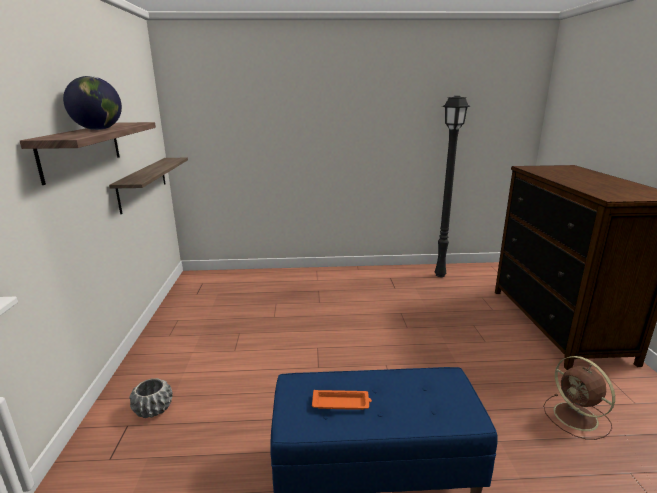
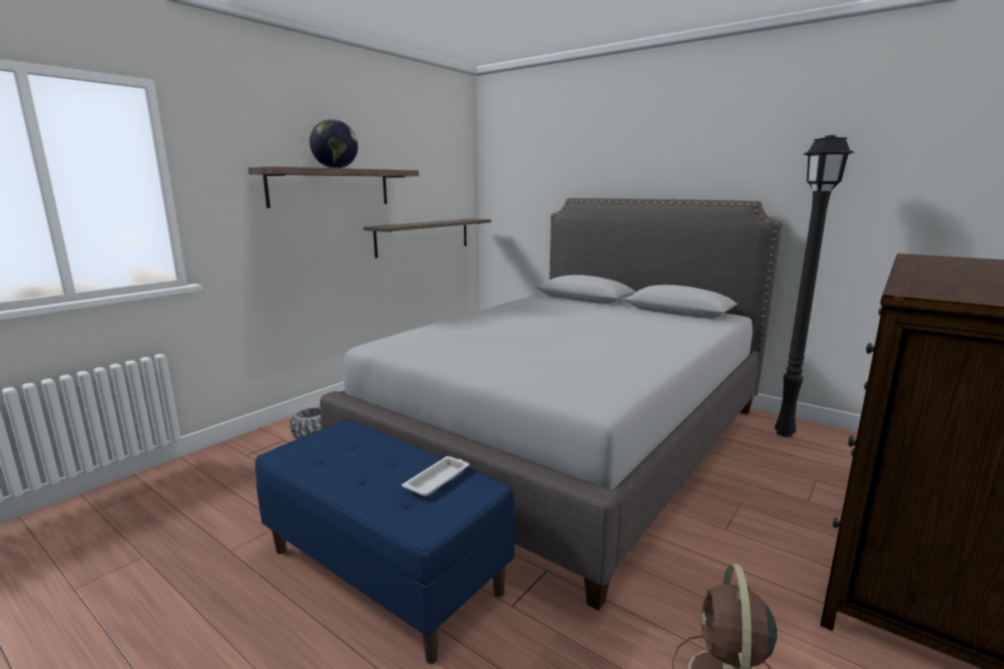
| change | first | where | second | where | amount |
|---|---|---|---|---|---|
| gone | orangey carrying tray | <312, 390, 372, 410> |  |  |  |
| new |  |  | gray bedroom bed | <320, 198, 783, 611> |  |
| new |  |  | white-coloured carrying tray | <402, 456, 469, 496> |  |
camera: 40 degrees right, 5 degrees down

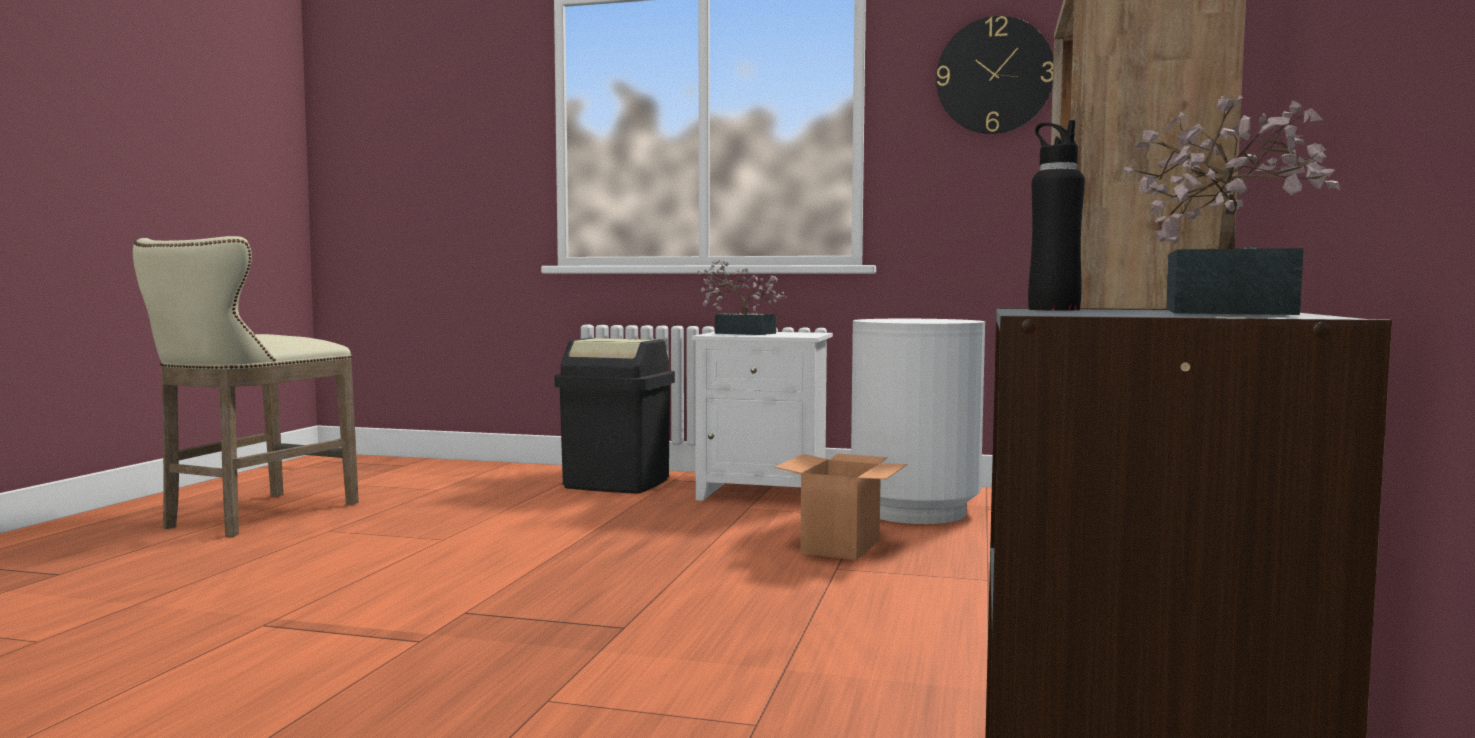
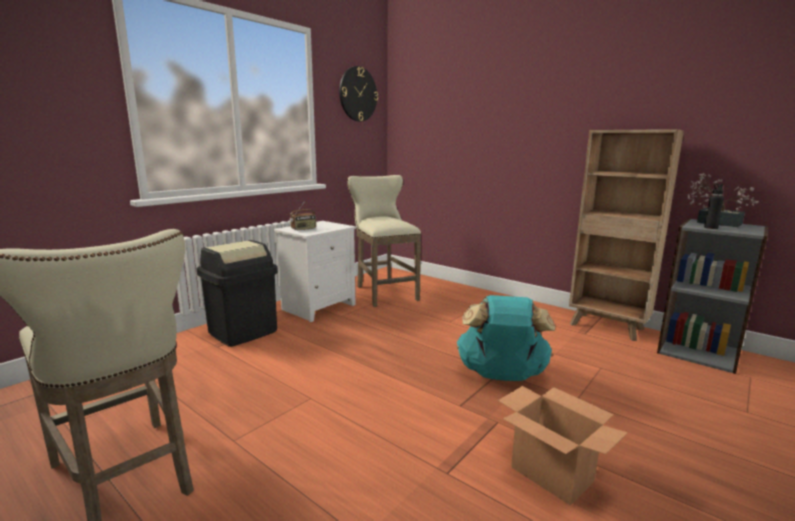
| change | first | where | second | where | amount |
|---|---|---|---|---|---|
| swapped | plant in a pot | <698, 259, 787, 335> | radio set | <290, 201, 316, 231> |  |
| shifted | packing box | <775, 454, 908, 560> |  | <498, 386, 628, 505> |  |
| swapped | white-coloured waste bin | <851, 319, 985, 524> | beige-coloured sitting stool | <347, 175, 421, 307> |  |
| new |  |  | blue-green backpack | <457, 295, 555, 381> |  |
camera: 65 degrees left, 10 degrees up

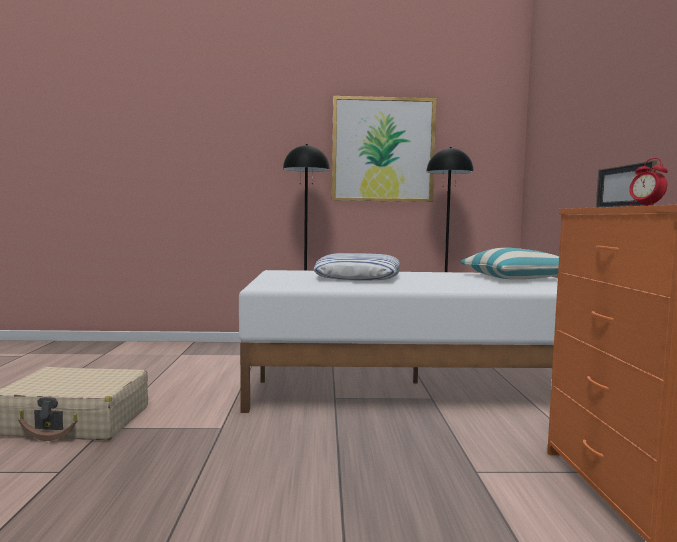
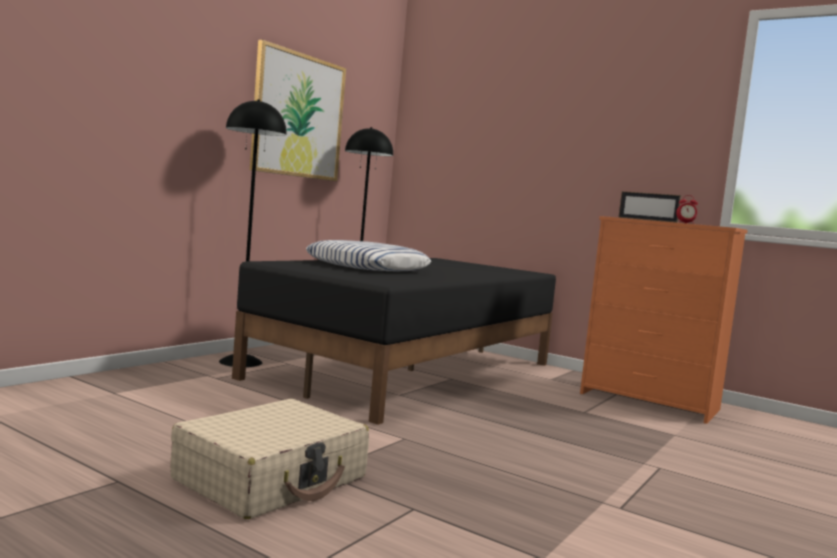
| change | first | where | second | where | amount |
|---|---|---|---|---|---|
| repainted | white-coloured bedroom bed | <239, 270, 558, 413> | black-coloured bedroom bed | <232, 258, 556, 425> |  |
| gone | throw pillow | <461, 248, 559, 279> |  |  |  |
camera: 55 degrees left, 0 degrees up

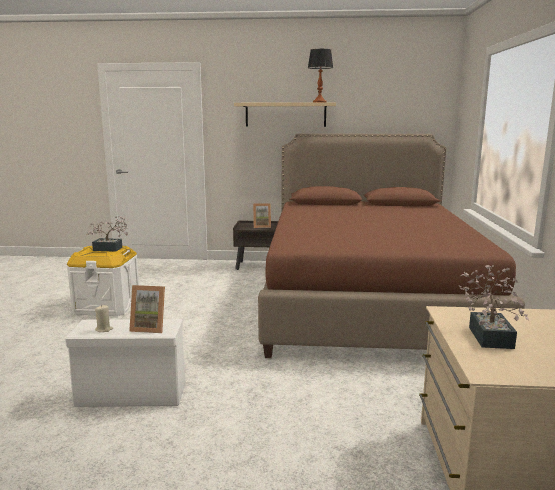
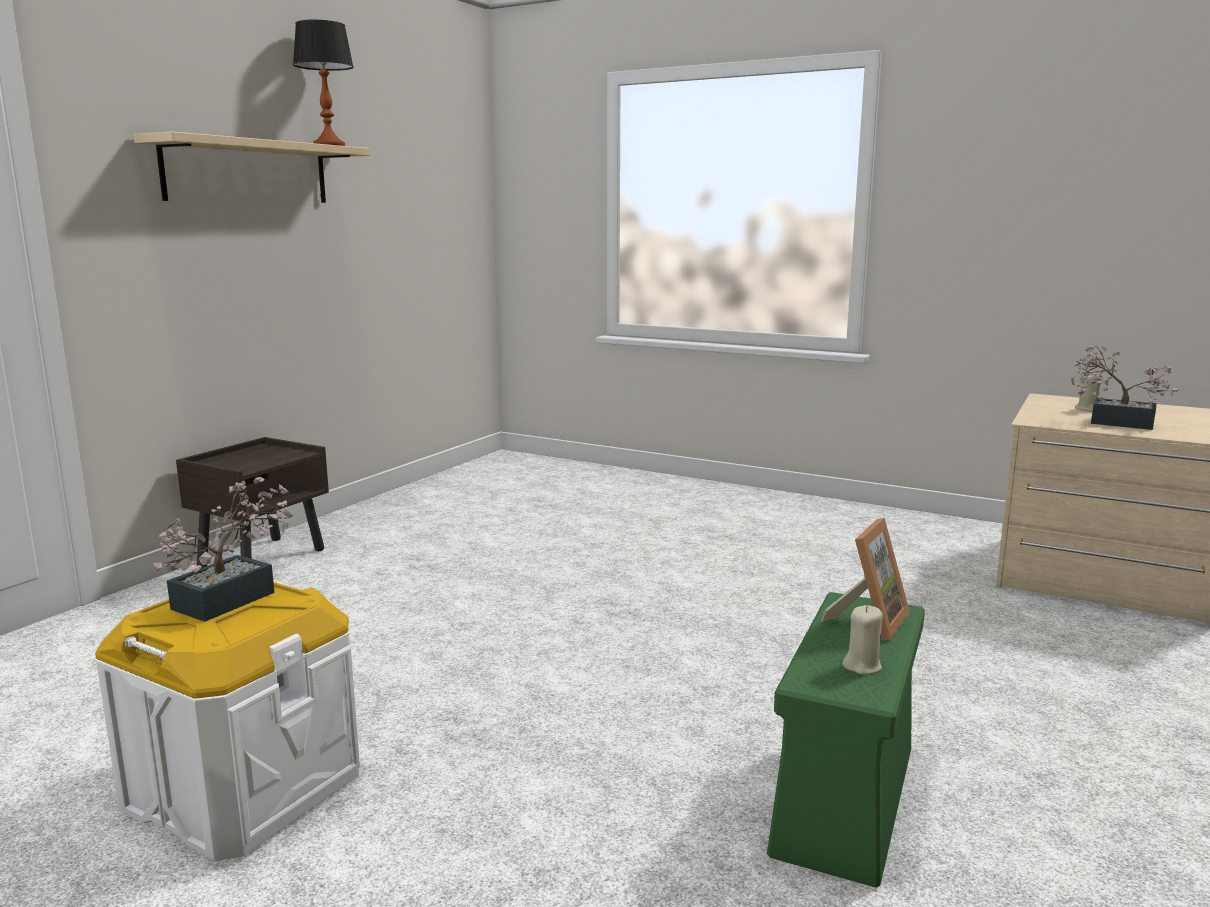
| change | first | where | second | where | amount |
|---|---|---|---|---|---|
| repainted | white-coloured storage bin | <65, 319, 186, 407> | green-coloured storage bin | <767, 592, 925, 888> |  |
| gone | photo frame | <253, 203, 271, 228> |  |  |  |
| gone | brownish bedroom bed | <258, 133, 525, 358> |  |  |  |
| new |  |  | beige-coloured candle | <1075, 373, 1102, 412> |  |
camera: 65 degrees left, 0 degrees up

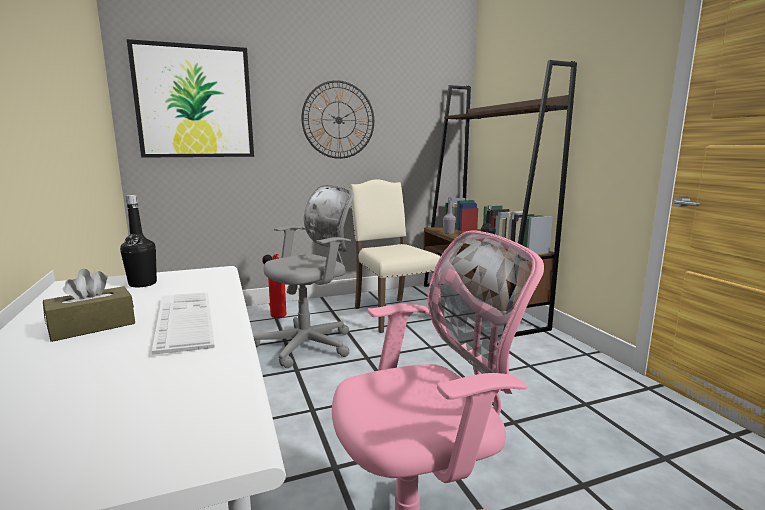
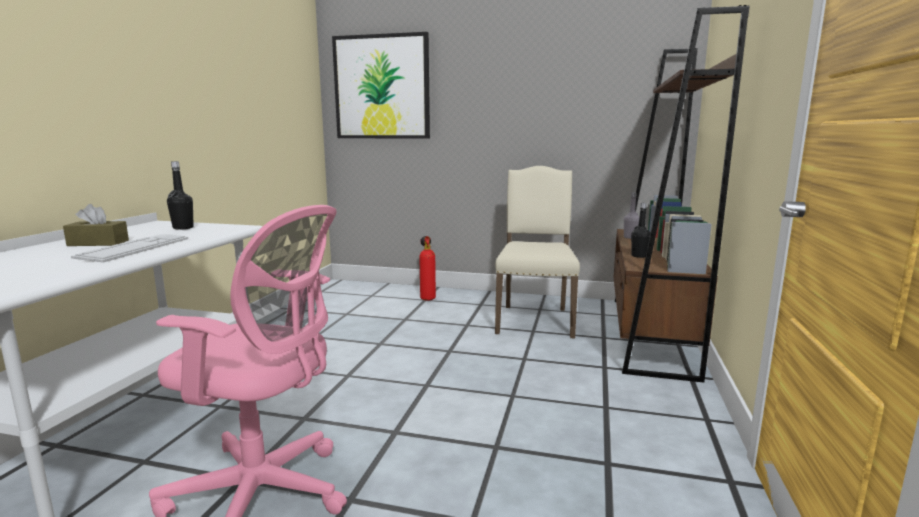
| change | first | where | second | where | amount |
|---|---|---|---|---|---|
| gone | gray computer chair | <253, 185, 354, 368> |  |  |  |
| gone | wall clock | <301, 80, 374, 159> |  |  |  |
camera: 35 degrees right, 0 degrees up

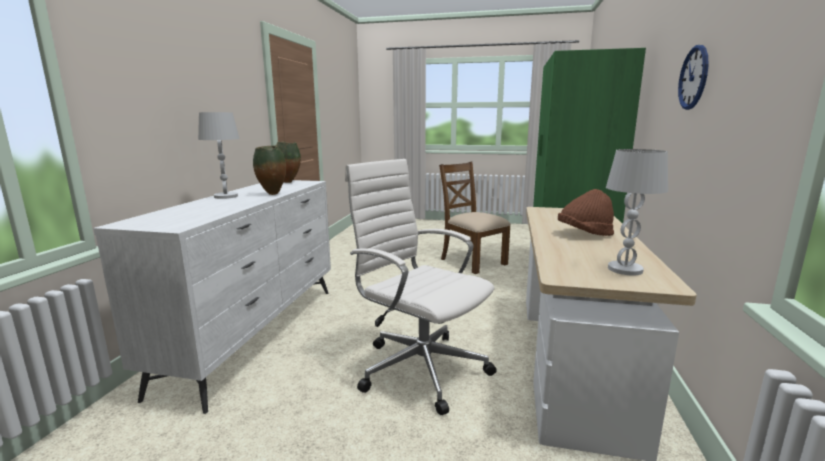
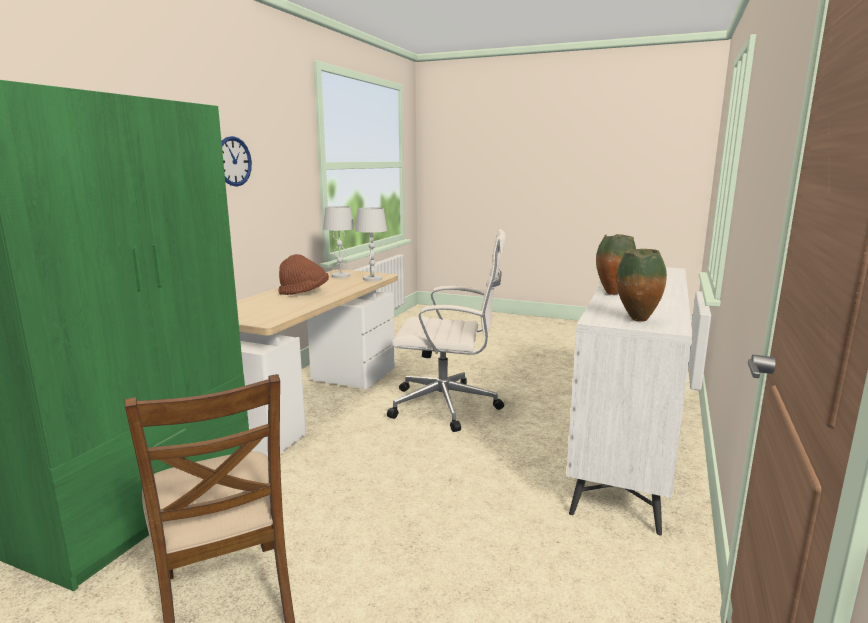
| change | first | where | second | where | amount |
|---|---|---|---|---|---|
| shifted | white-coloured lamp for a table | <198, 112, 240, 199> |  | <355, 207, 387, 281> |  |
| rotated | white-coloured computer chair | <345, 159, 497, 415> |  | <387, 229, 505, 432> | 45 degrees counterclockwise |
camera: 170 degrees left, 0 degrees up

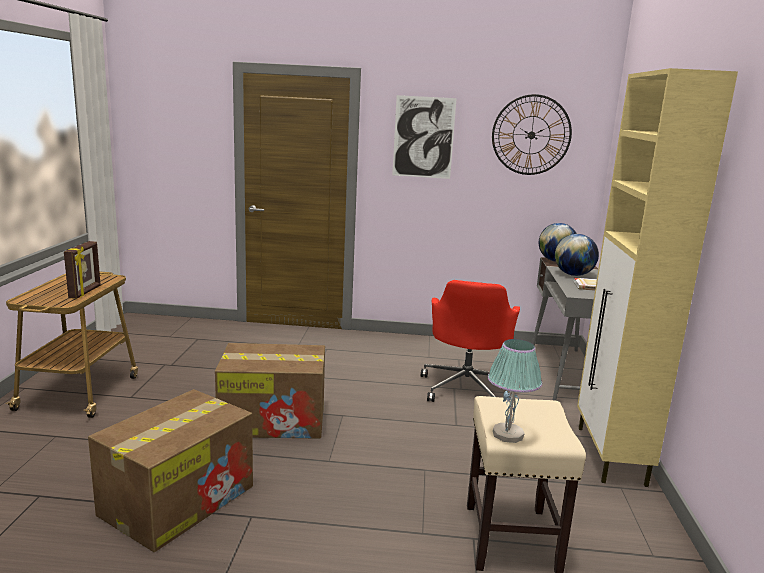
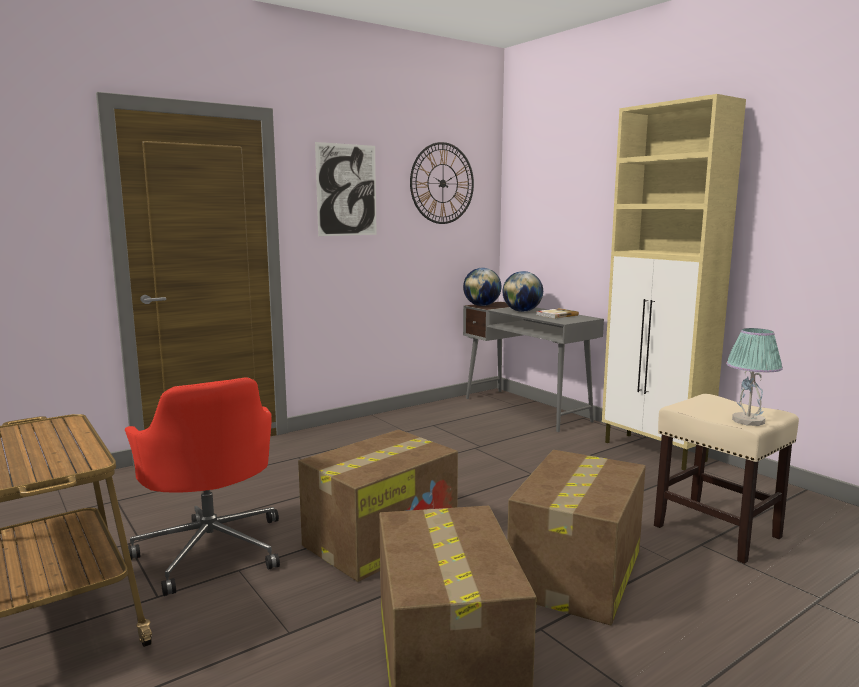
| change | first | where | second | where | amount |
|---|---|---|---|---|---|
| gone | photo frame | <64, 241, 101, 299> |  |  |  |
| shifted | reddish computer chair | <421, 280, 520, 402> |  | <125, 377, 280, 596> |  |
| new |  |  | packing box | <507, 450, 646, 625> |  |
camera: 40 degrees left, 5 degrees down

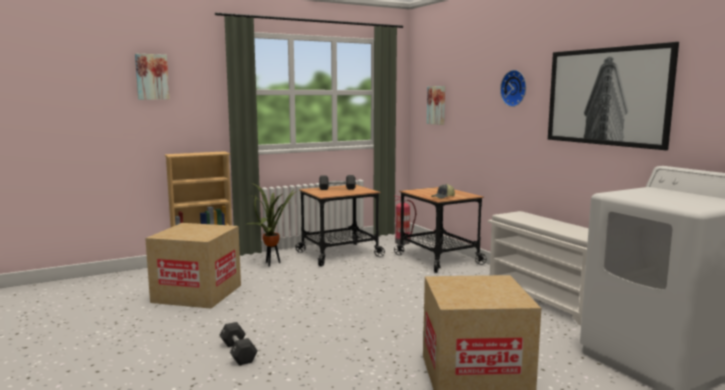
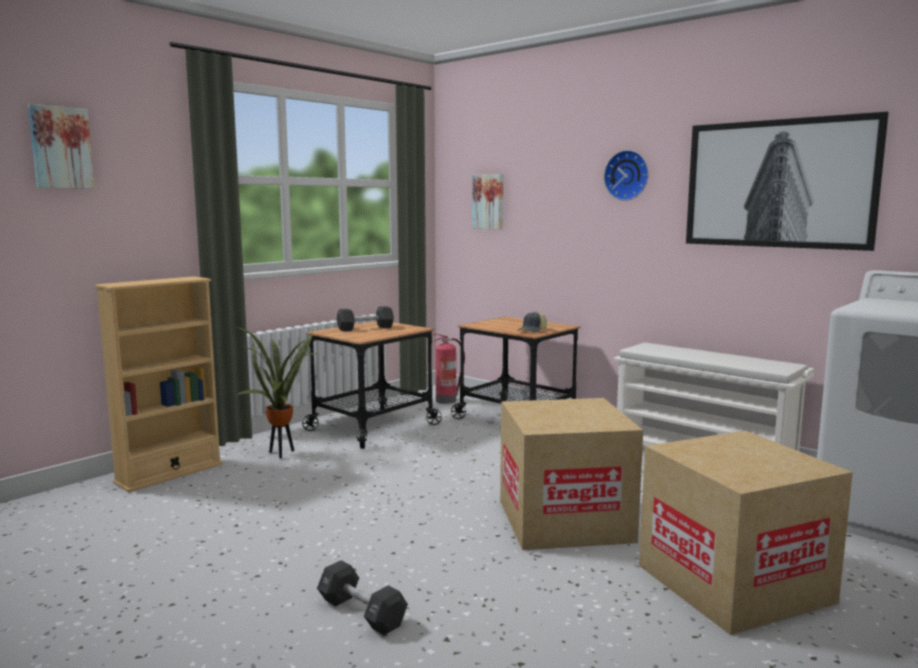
| change | first | where | second | where | amount |
|---|---|---|---|---|---|
| shifted | packing box | <145, 223, 241, 309> |  | <500, 398, 643, 550> |  |
camera: 20 degrees left, 0 degrees up

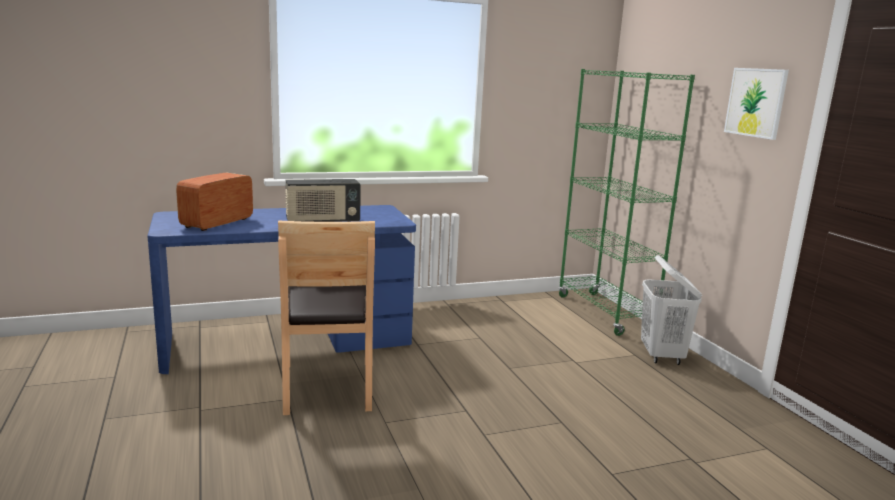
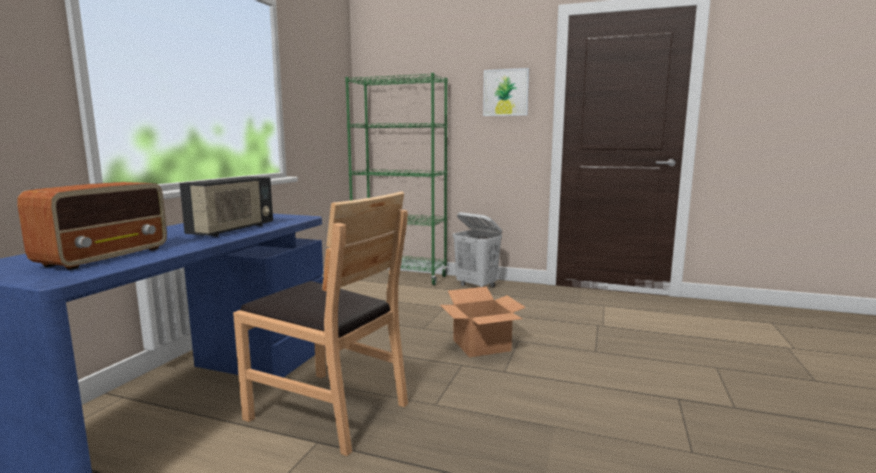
| change | first | where | second | where | amount |
|---|---|---|---|---|---|
| rotated | radio set | <176, 173, 253, 231> |  | <17, 182, 167, 270> | 135 degrees counterclockwise |
| new |  |  | packing box | <440, 287, 526, 357> |  |
camera: 50 degrees left, 5 degrees down

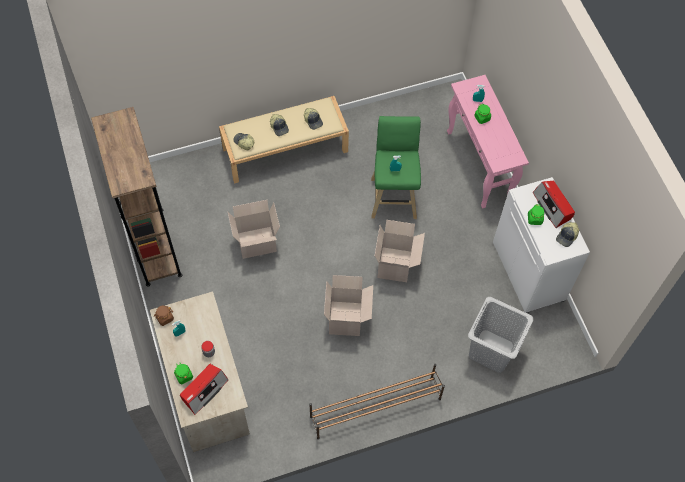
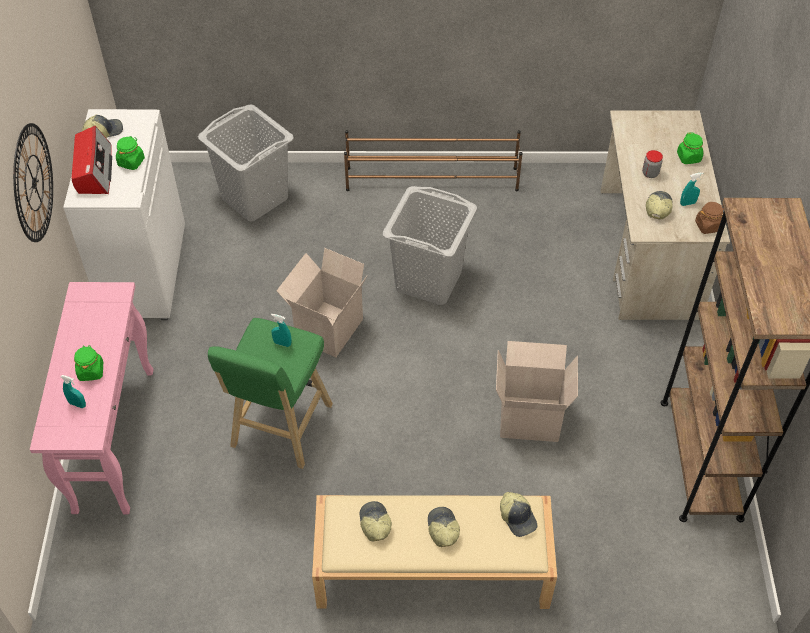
| change | first | where | second | where | amount |
|---|---|---|---|---|---|
| gone | radio set | <180, 364, 229, 415> |  |  |  |
| swapped | packing box | <324, 275, 373, 336> | gray washing basket | <383, 186, 477, 305> |  |
| new |  |  | wall clock | <13, 123, 53, 242> |  |
| new |  |  | cap | <646, 191, 673, 220> |  |
camera: 160 degrees left, 10 degrees down

